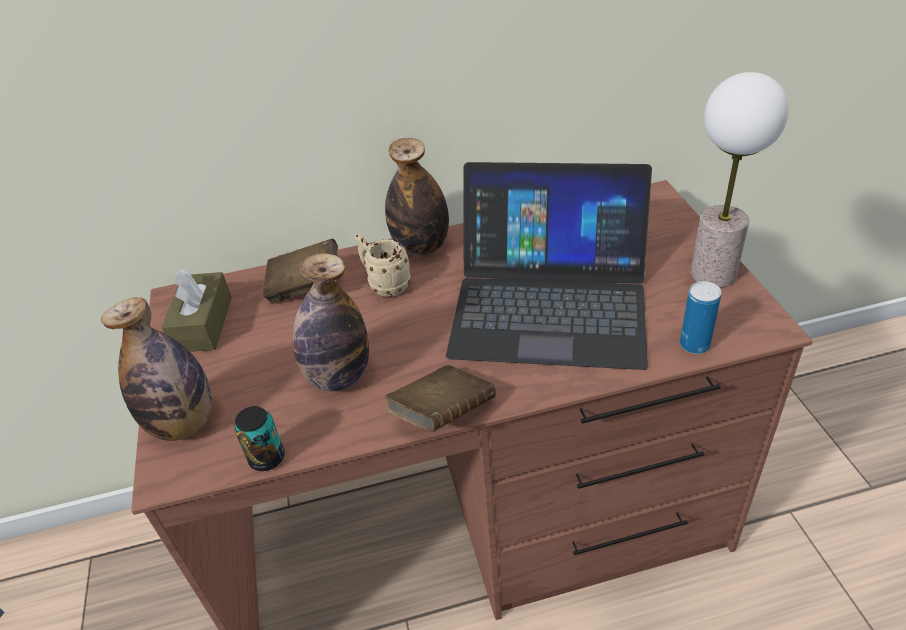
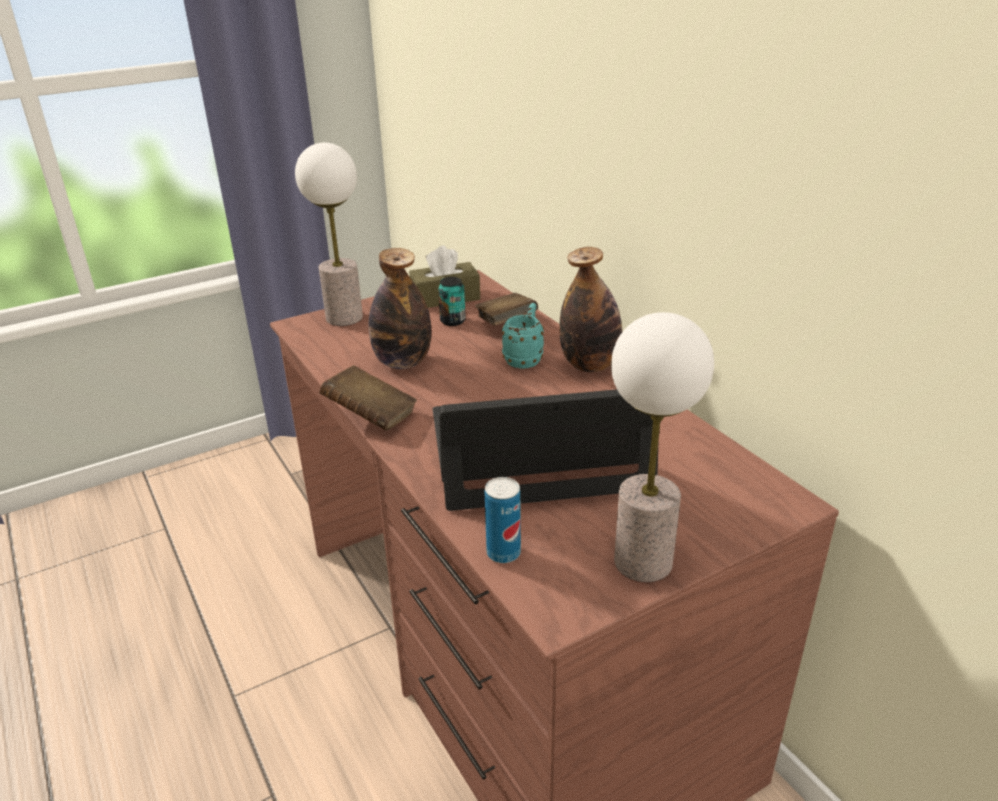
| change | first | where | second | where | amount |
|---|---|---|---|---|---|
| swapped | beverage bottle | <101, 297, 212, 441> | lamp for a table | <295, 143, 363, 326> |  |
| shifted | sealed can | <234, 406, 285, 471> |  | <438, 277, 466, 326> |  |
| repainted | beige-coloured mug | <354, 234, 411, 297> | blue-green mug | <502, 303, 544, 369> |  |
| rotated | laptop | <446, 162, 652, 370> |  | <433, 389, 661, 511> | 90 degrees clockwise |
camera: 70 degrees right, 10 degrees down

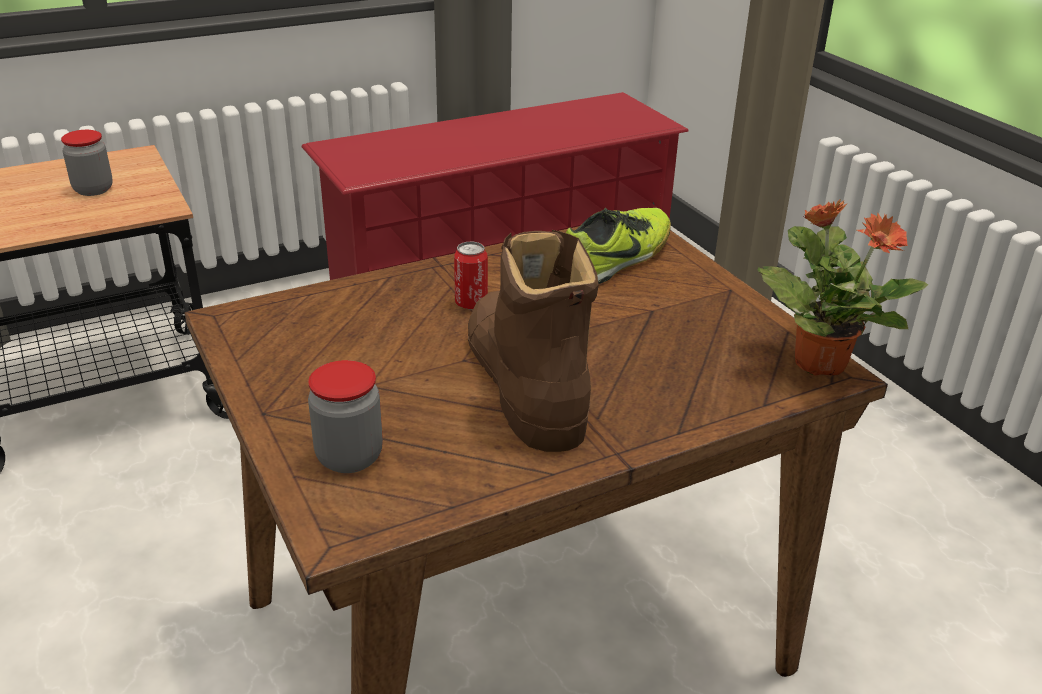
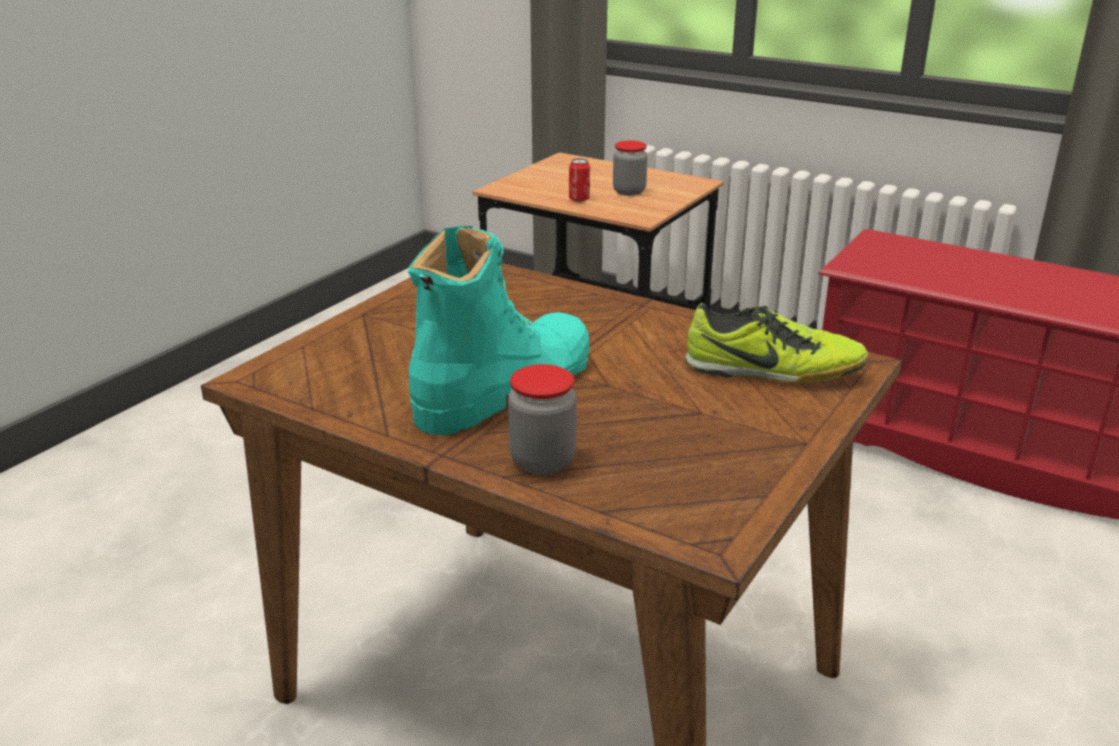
| change | first | where | second | where | amount |
|---|---|---|---|---|---|
| shifted | preserve jar | <308, 360, 383, 473> |  | <508, 364, 576, 475> |  |
| shifted | sealed can | <454, 242, 488, 309> |  | <569, 158, 590, 202> |  |
| repainted | brownish tall boot | <468, 230, 599, 452> | blue-green tall boot | <408, 226, 589, 435> |  |
| gone | plant in a pot | <757, 200, 928, 376> |  |  |  |
camera: 60 degrees right, 5 degrees down

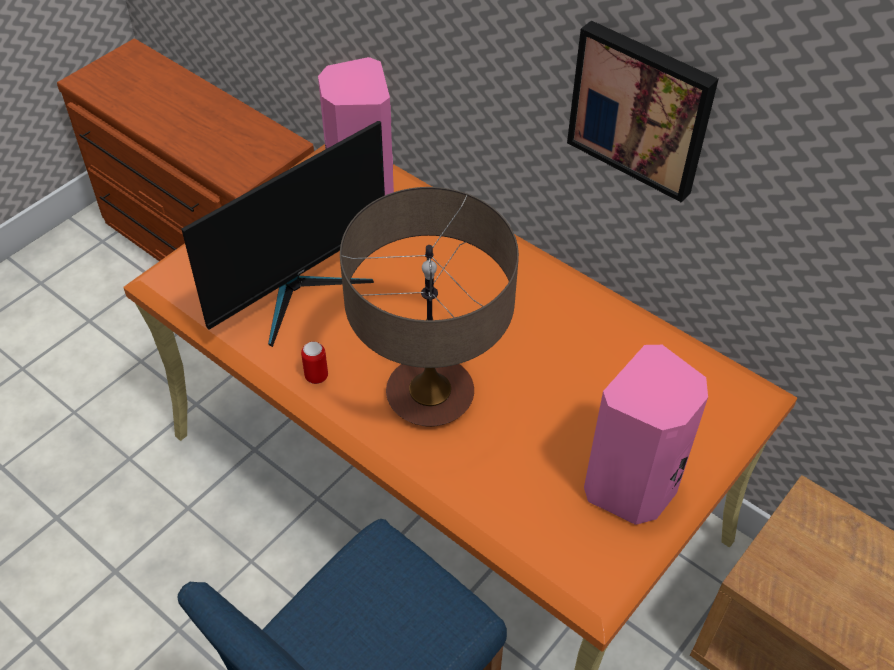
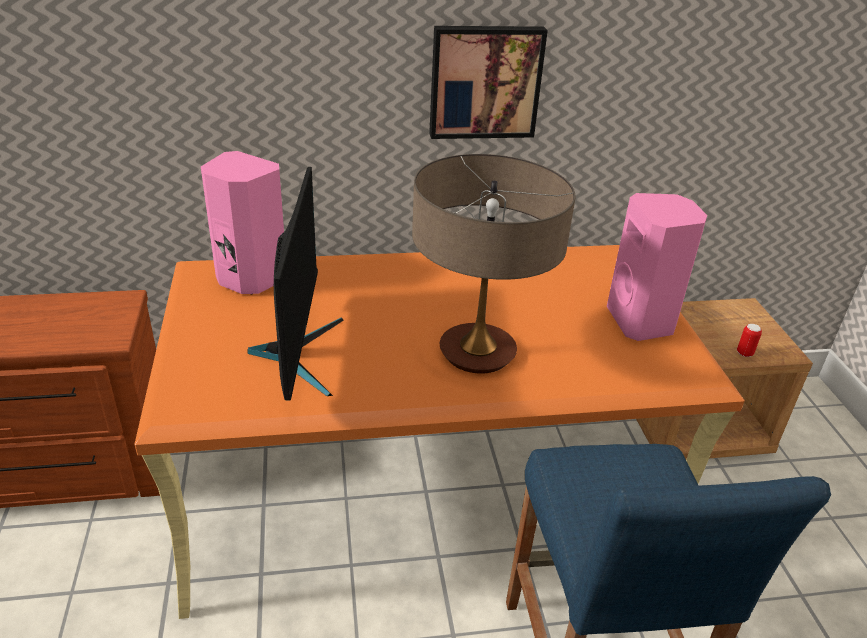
| change | first | where | second | where | amount |
|---|---|---|---|---|---|
| shifted | sealed can | <301, 342, 328, 384> |  | <737, 324, 762, 357> |  |
camera: 50 degrees left, 15 degrees down

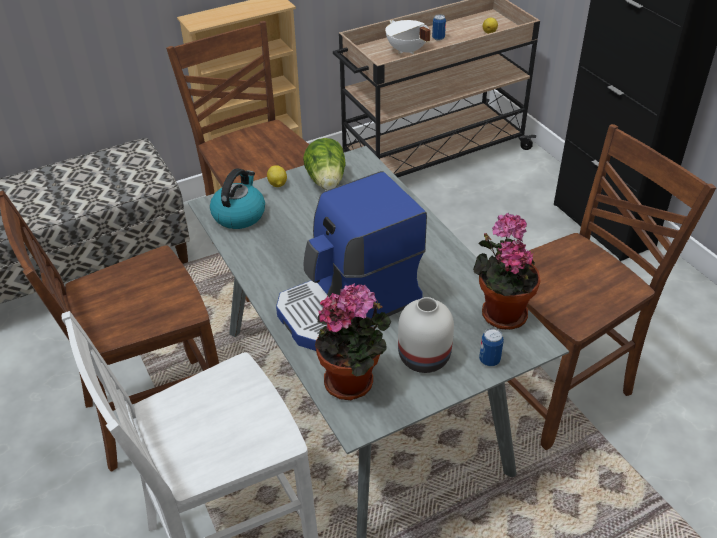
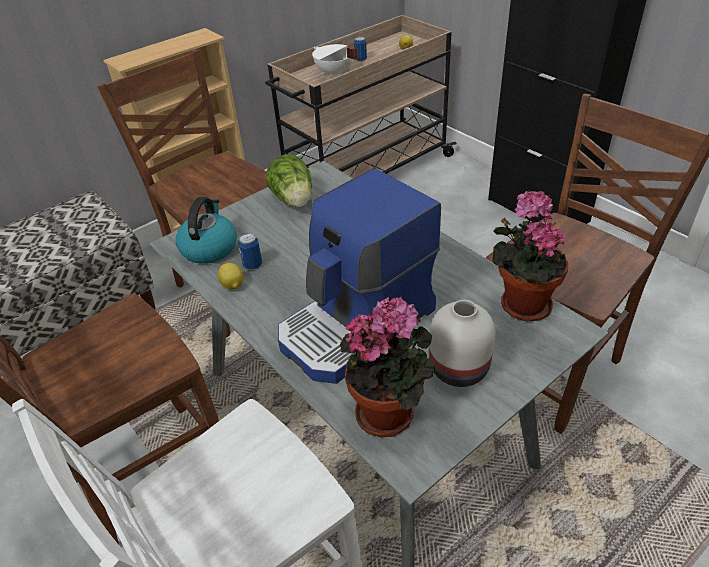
| change | first | where | second | where | amount |
|---|---|---|---|---|---|
| shifted | whole lemon | <267, 165, 287, 187> |  | <218, 263, 243, 290> |  |
| shifted | sealed can | <479, 328, 504, 366> |  | <238, 233, 262, 270> |  |
camera: 10 degrees left, 0 degrees up

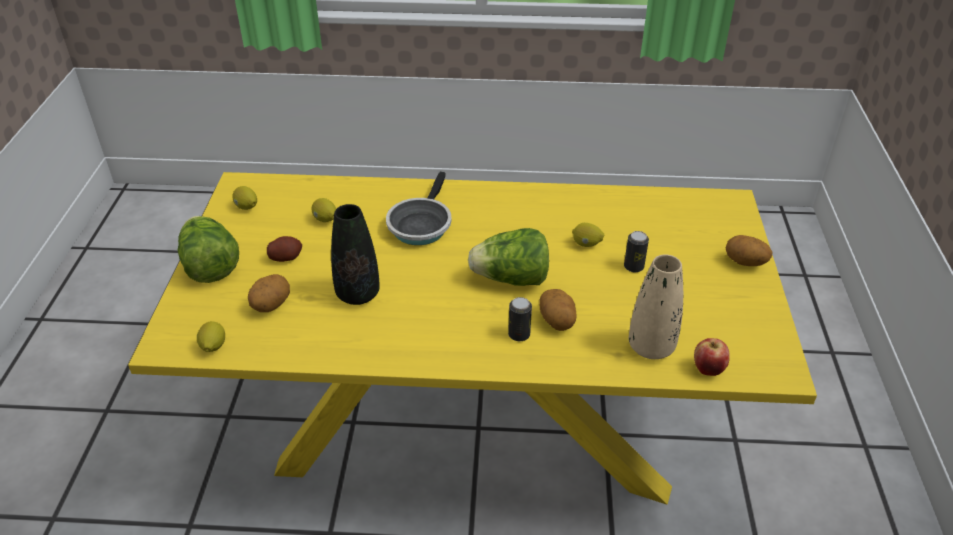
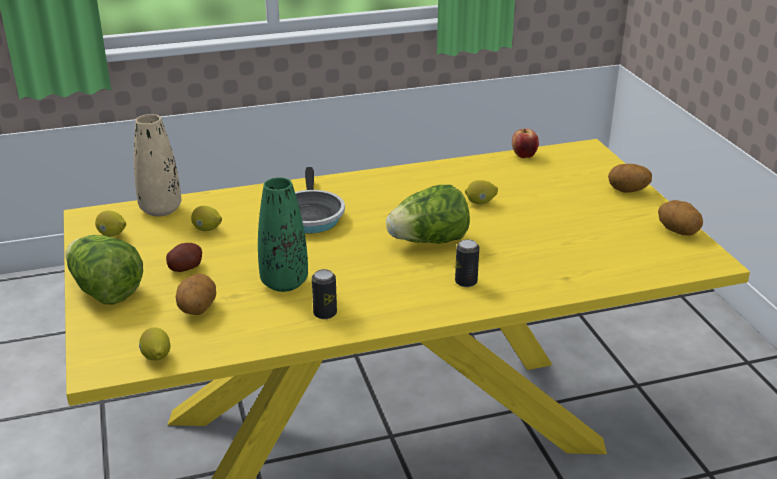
| change | first | where | second | where | amount |
|---|---|---|---|---|---|
| repainted | black-coloured flower vase | <331, 204, 380, 305> | green-coloured flower vase | <258, 177, 308, 292> |  |
| shifted | whole potato | <539, 289, 576, 331> |  | <658, 200, 703, 236> |  |
| shifted | sealed can | <624, 231, 649, 272> |  | <312, 269, 337, 319> |  |
| shifted | beige-coloured flower vase | <629, 254, 683, 359> |  | <134, 114, 181, 217> |  |
| shifted | apple | <694, 338, 730, 376> |  | <512, 129, 539, 158> |  |
camera: 20 degrees left, 10 degrees down

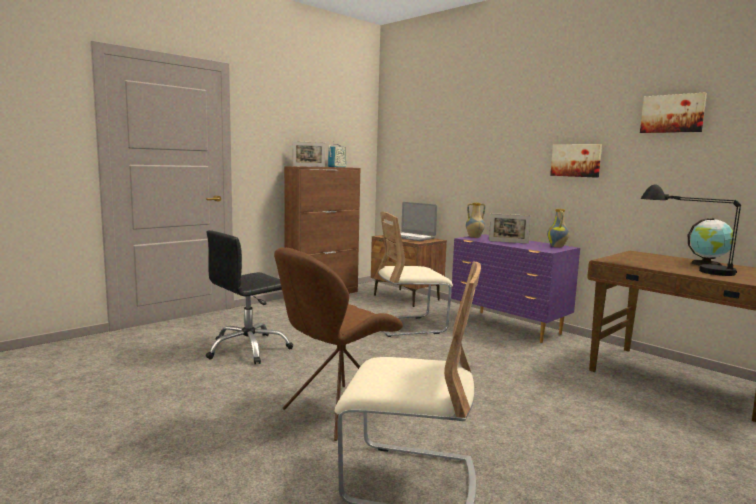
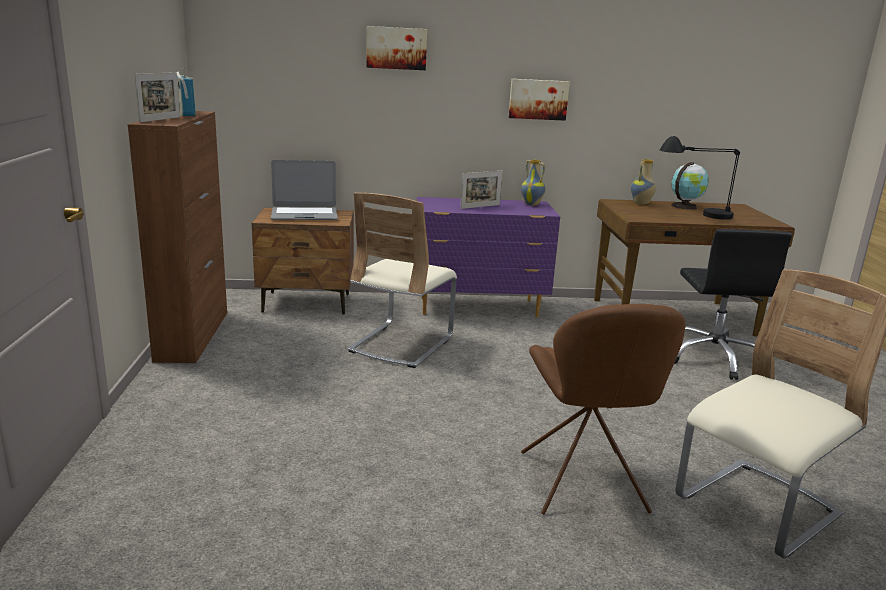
| change | first | where | second | where | amount |
|---|---|---|---|---|---|
| shifted | black-coloured computer chair | <206, 230, 293, 364> |  | <674, 229, 792, 380> |  |
| shifted | flower vase | <466, 203, 485, 238> |  | <631, 159, 656, 205> |  |
| shifted | wall picture | <640, 92, 707, 133> |  | <366, 26, 427, 70> |  |
camera: 50 degrees left, 10 degrees up

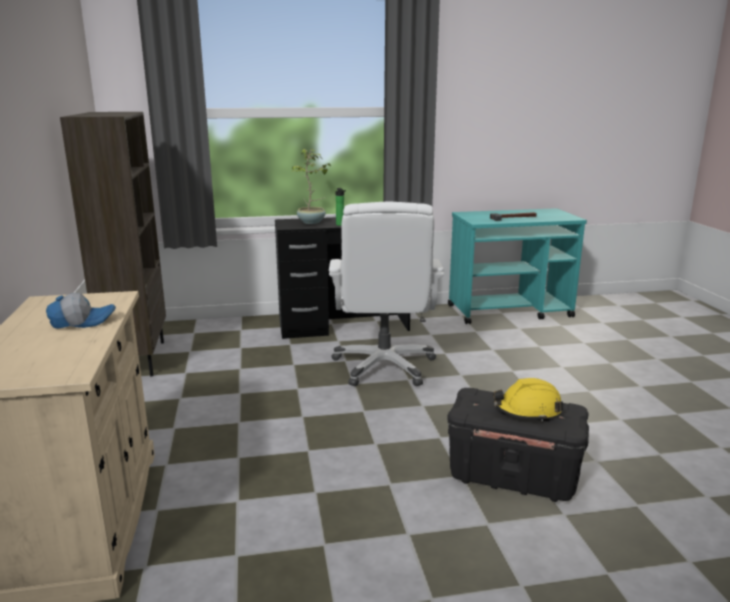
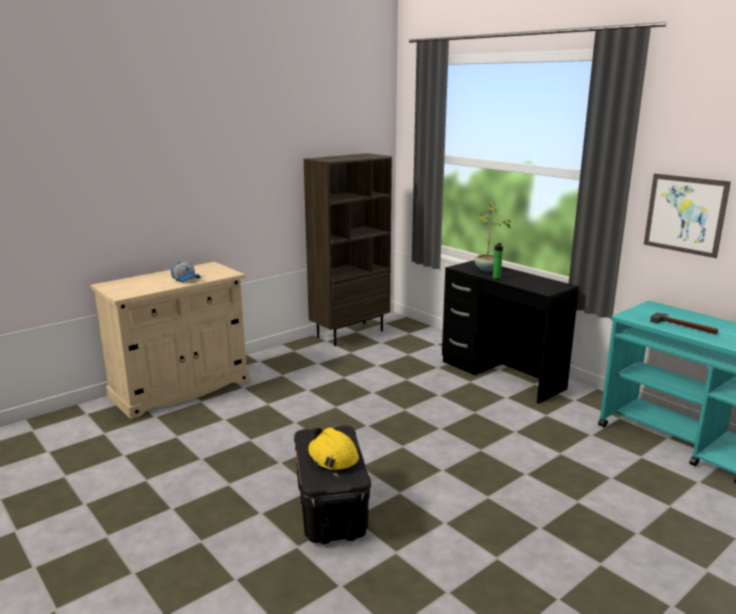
| change | first | where | second | where | amount |
|---|---|---|---|---|---|
| gone | white-coloured computer chair | <329, 202, 444, 386> |  |  |  |
| new |  |  | wall picture | <644, 174, 731, 258> |  |
camera: 60 degrees right, 0 degrees up

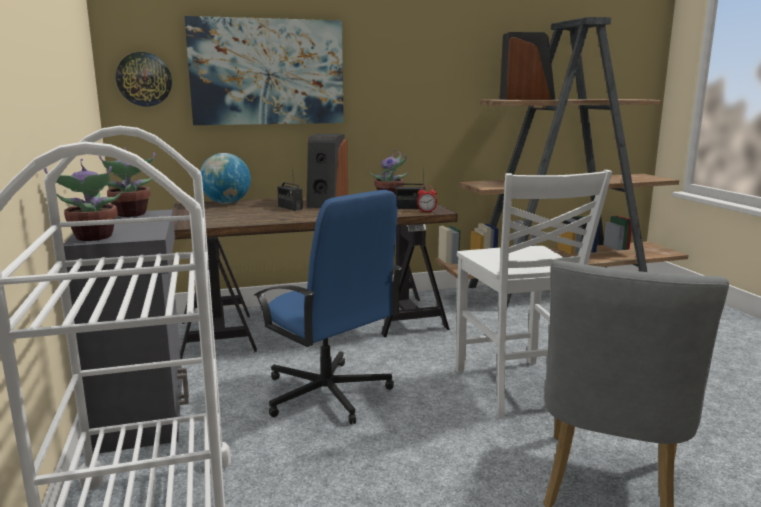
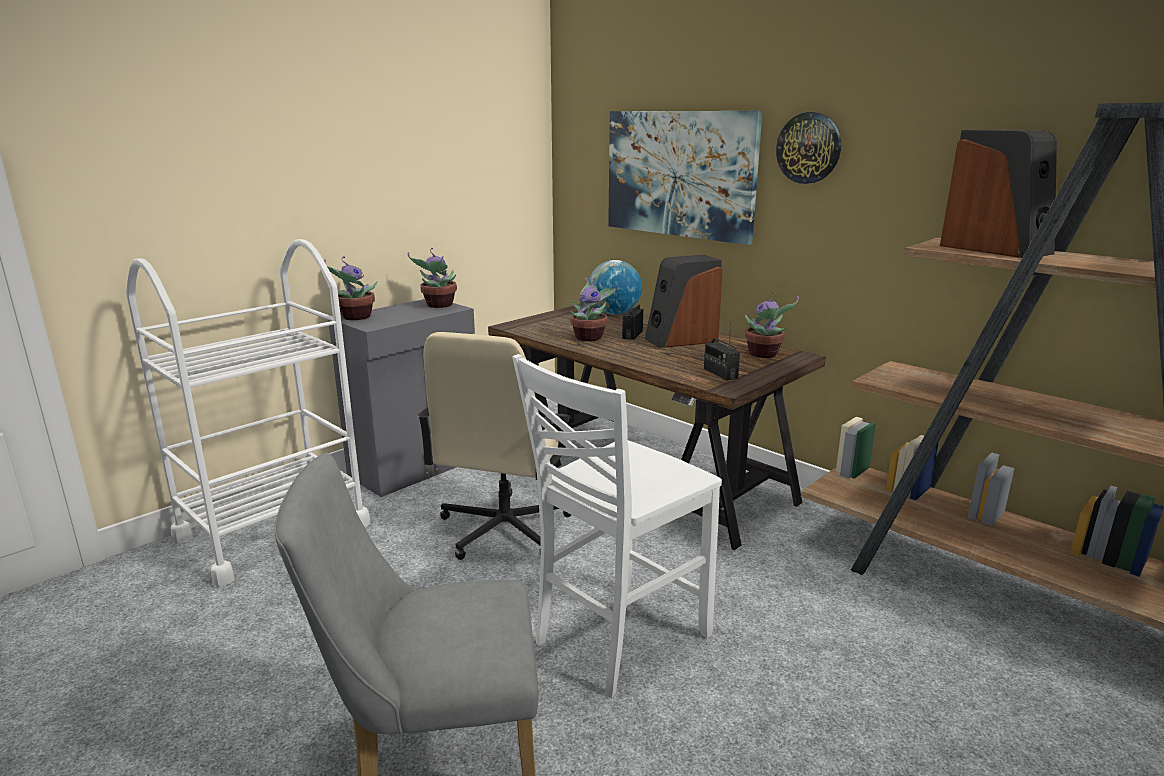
| change | first | where | second | where | amount |
|---|---|---|---|---|---|
| shifted | wall clock | <116, 52, 172, 106> |  | <776, 112, 841, 184> |  |
| repainted | blue-coloured computer chair | <254, 190, 403, 424> | beige-coloured computer chair | <417, 332, 572, 560> |  |
| gone | alarm clock | <417, 185, 437, 212> |  |  |  |
| new |  |  | plant in a pot | <570, 278, 618, 341> |  |
camera: 60 degrees right, 5 degrees up

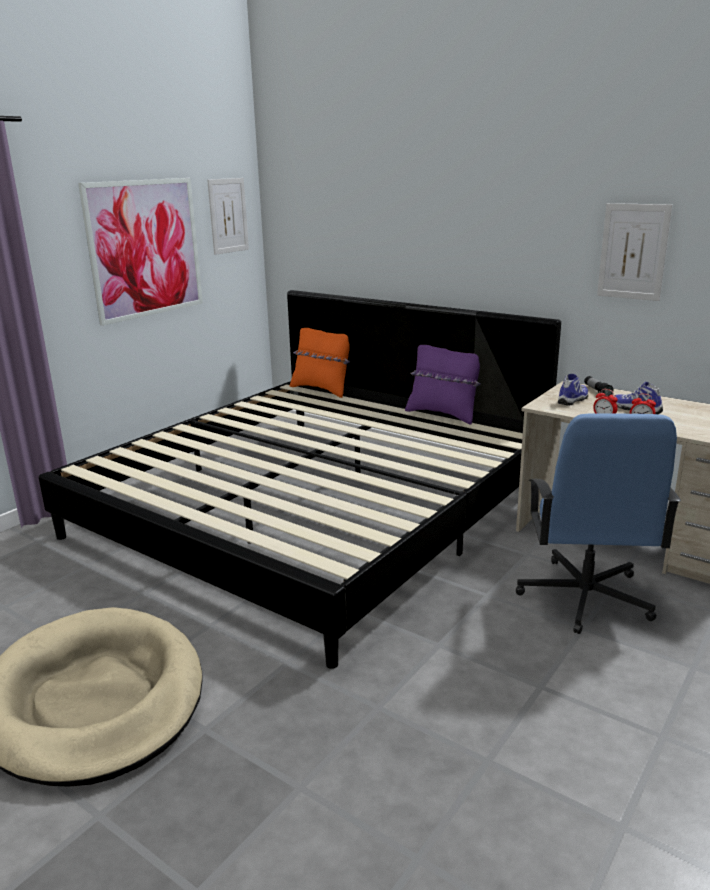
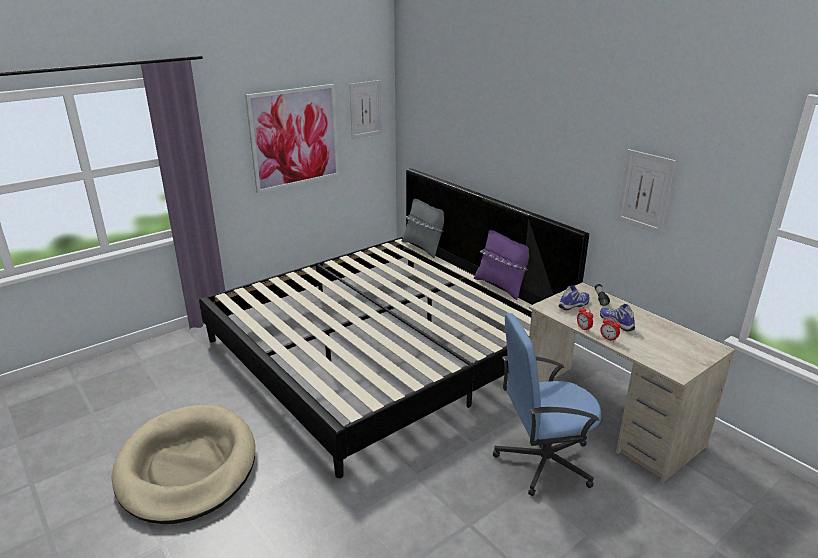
| change | first | where | second | where | amount |
|---|---|---|---|---|---|
| repainted | orangey throw pillow | <290, 328, 350, 398> | gray throw pillow | <402, 199, 444, 258> |  |
| rotated | blue-coloured computer chair | <516, 413, 681, 634> |  | <493, 313, 602, 496> | 60 degrees clockwise |
camera: 15 degrees right, 5 degrees up

